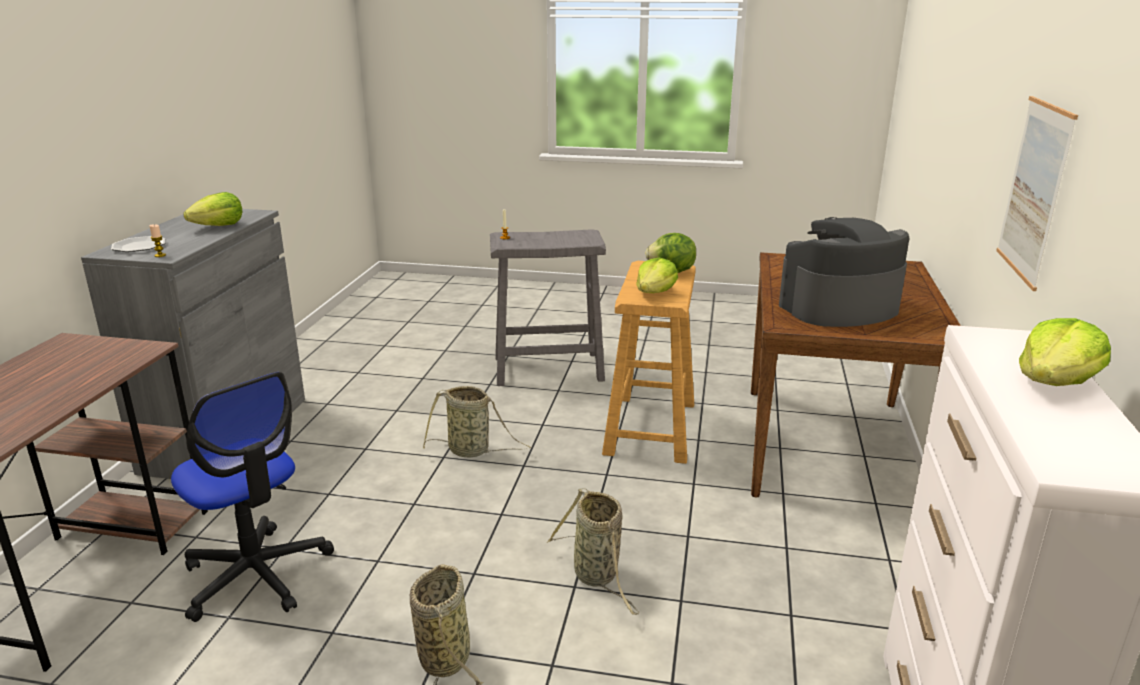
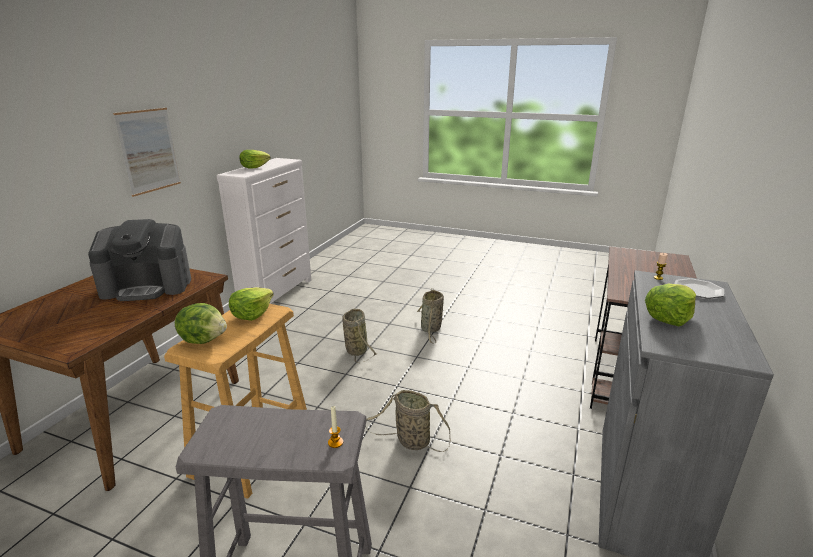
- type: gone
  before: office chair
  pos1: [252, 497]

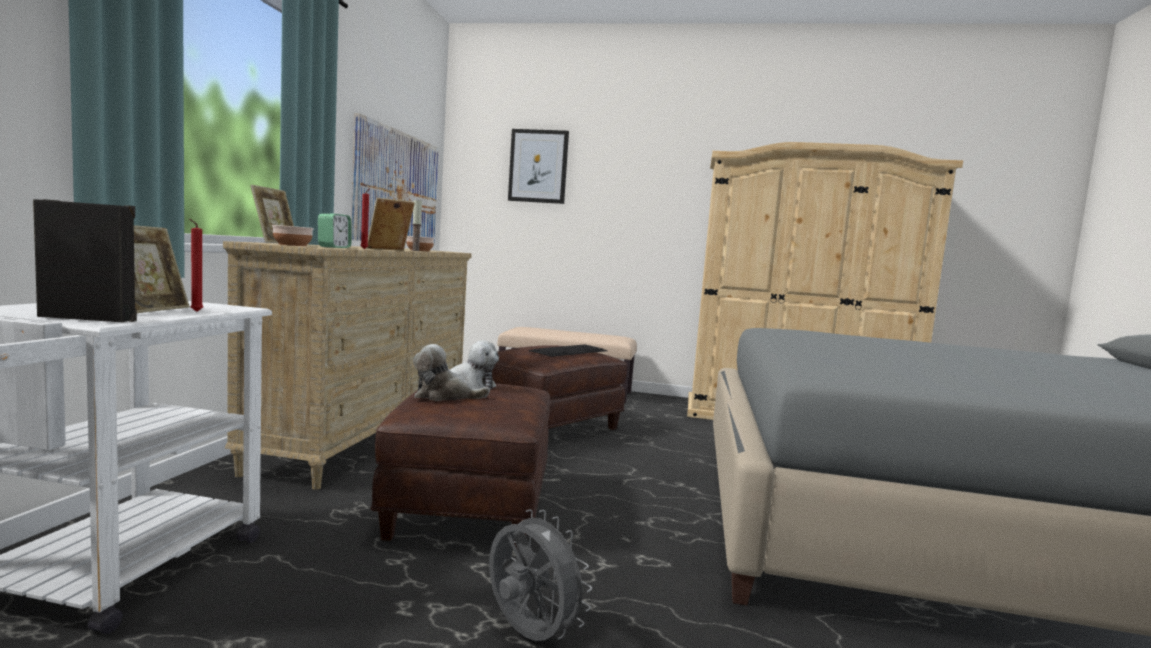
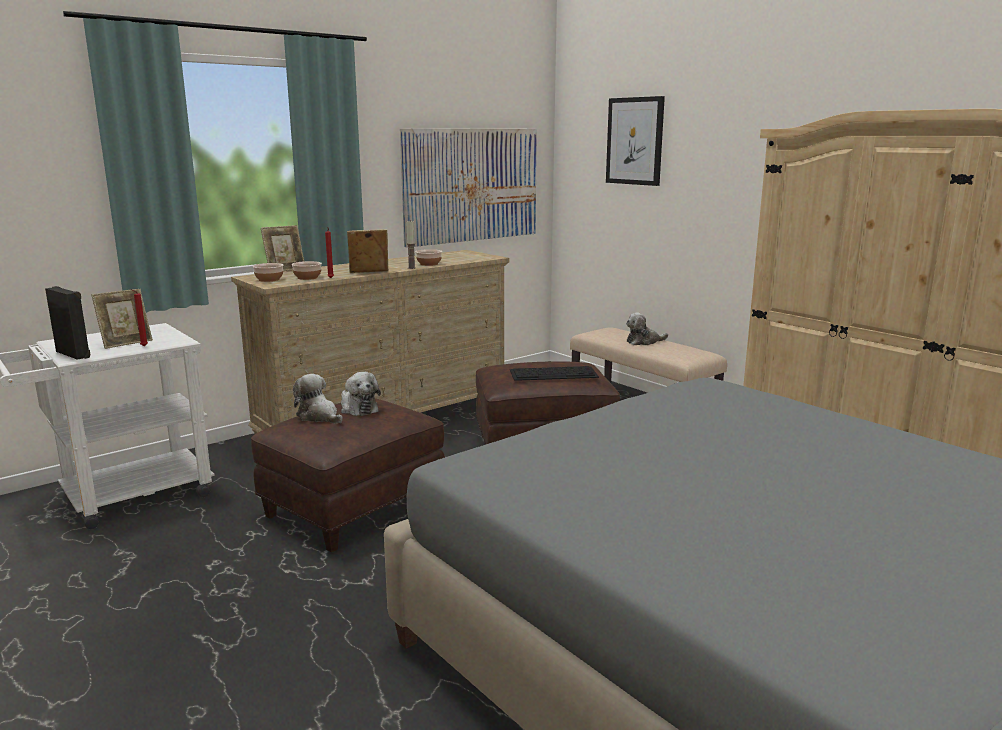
- type: swapped
  before: alarm clock
  after: bowl
  pos1: [335, 230]
  pos2: [307, 270]
- type: gone
  before: grey fan
  pos1: [540, 575]
- type: new
  after: plush toy
  pos2: [647, 329]

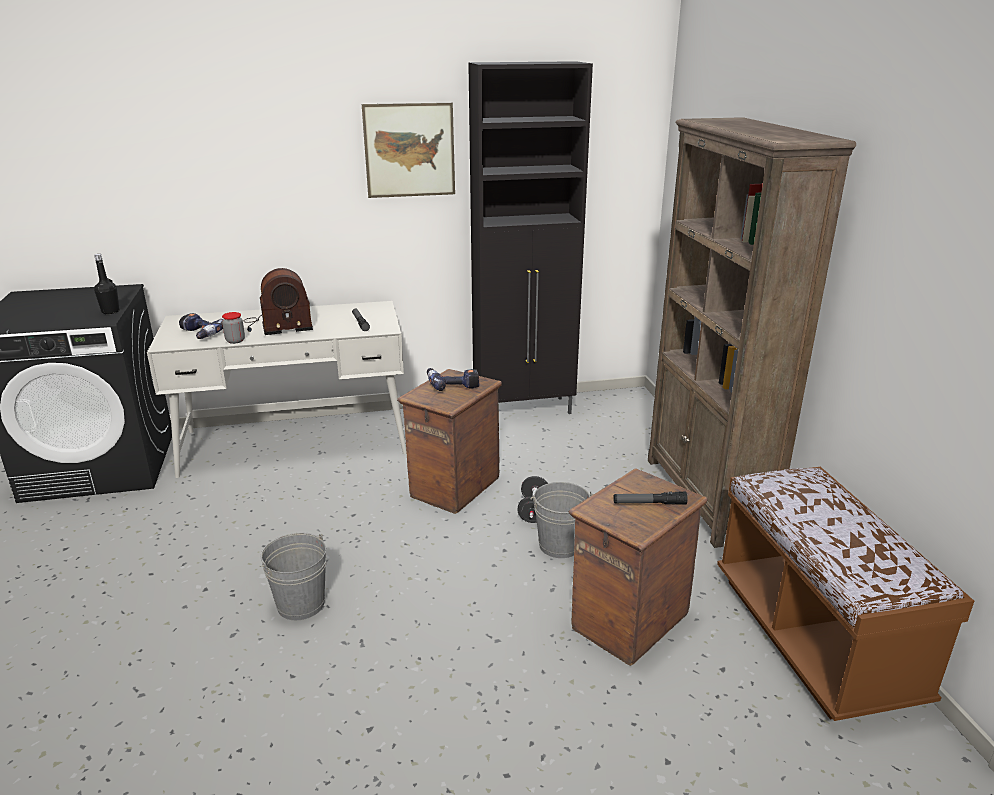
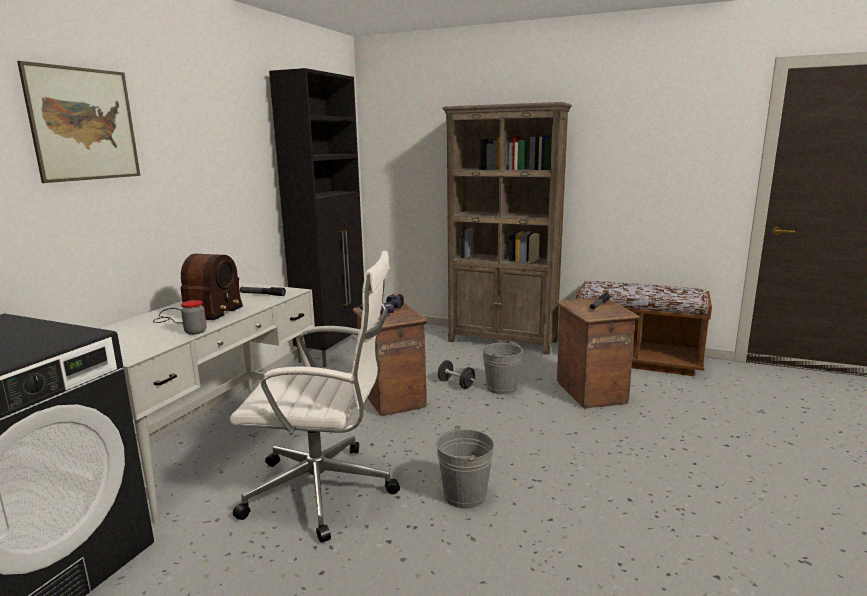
- type: shifted
  before: picture
  pos1: [408, 150]
  pos2: [78, 122]
- type: gone
  before: black bottle
  pos1: [107, 284]
- type: gone
  before: power drill
  pos1: [201, 326]
- type: new
  after: white office chair
  pos2: [315, 396]

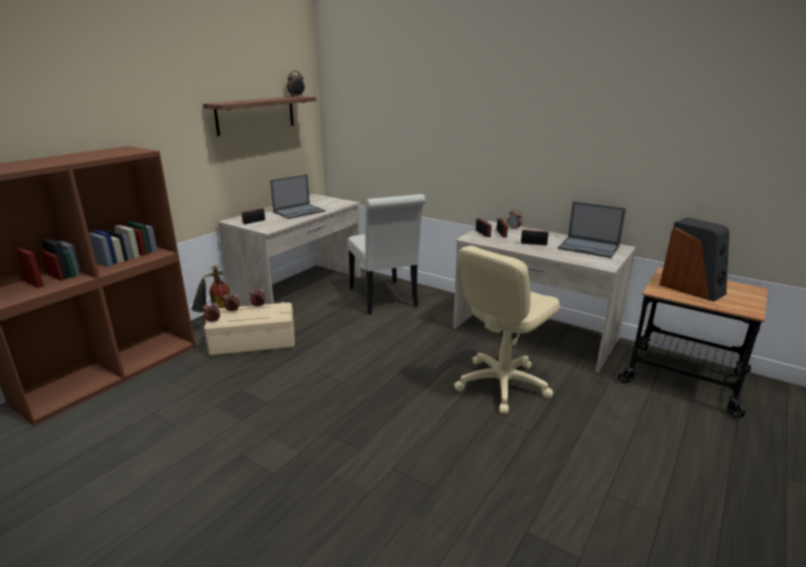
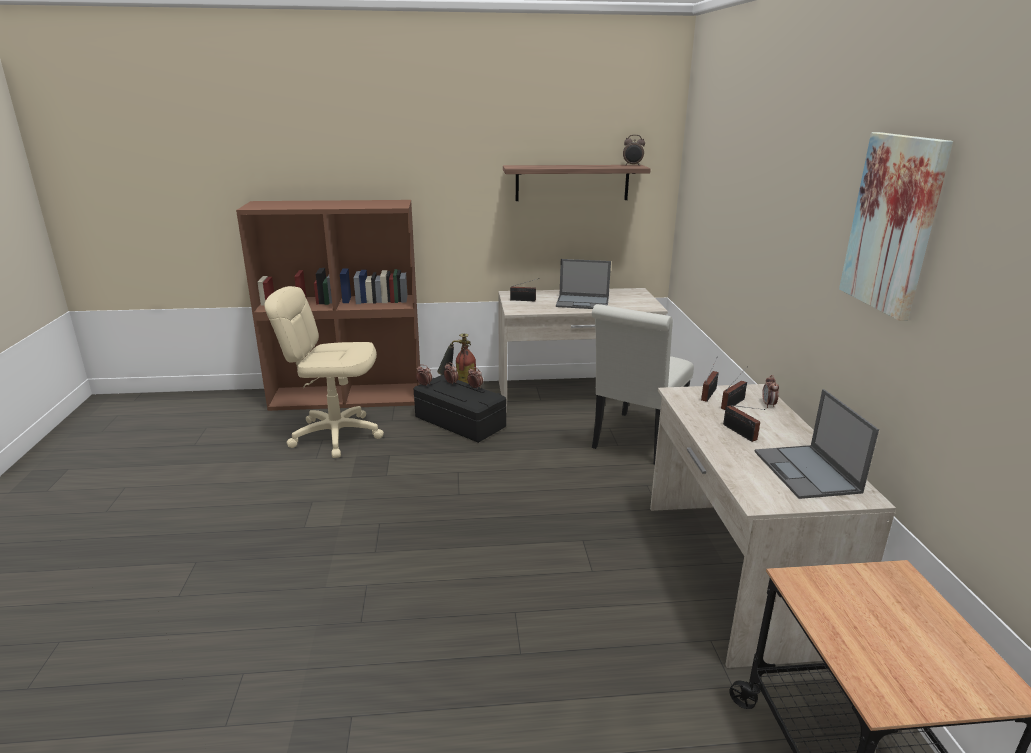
- type: gone
  before: speaker
  pos1: [694, 259]
- type: shifted
  before: beige office chair
  pos1: [507, 330]
  pos2: [324, 372]
- type: repainted
  before: beige storage box
  after: black storage box
  pos1: [249, 329]
  pos2: [460, 409]
- type: new
  after: picture
  pos2: [896, 226]

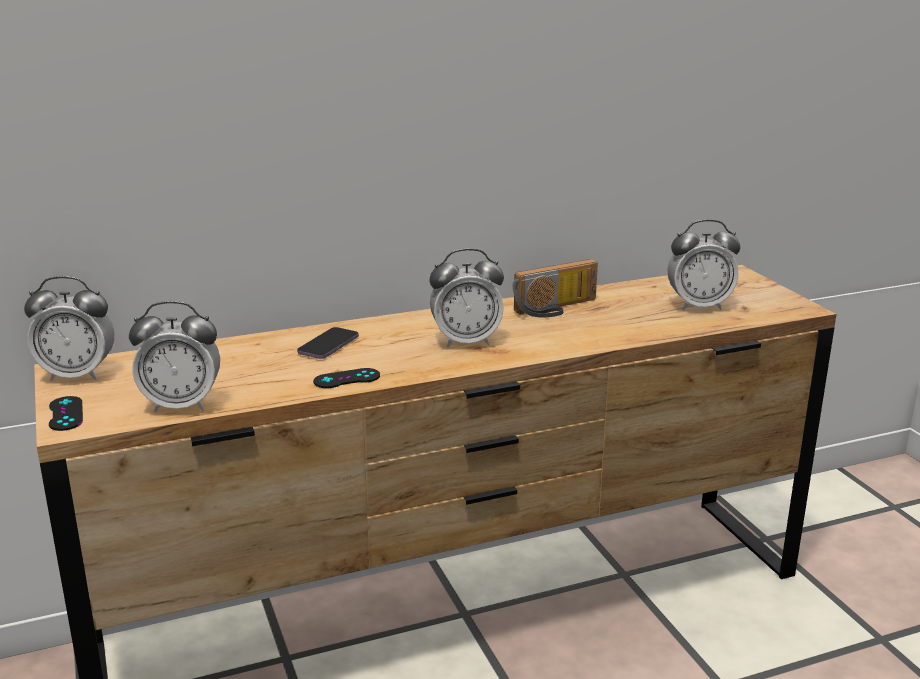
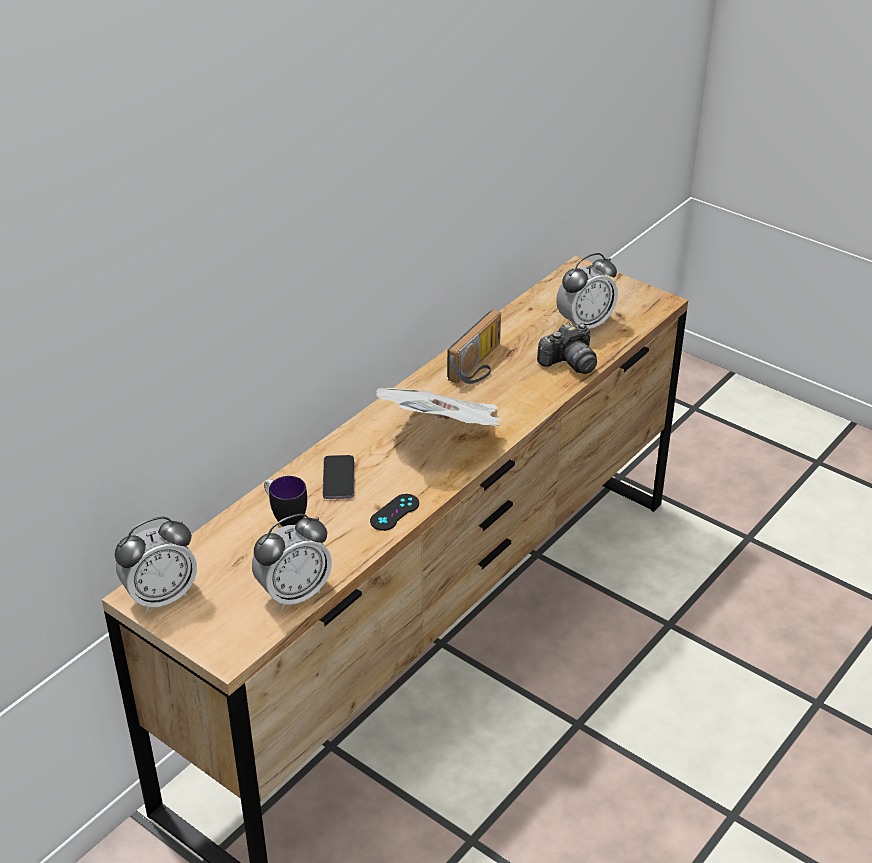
- type: swapped
  before: alarm clock
  after: newspaper
  pos1: [467, 298]
  pos2: [439, 407]
- type: gone
  before: black game controller
  pos1: [66, 413]
- type: new
  after: photo camera
  pos2: [567, 348]
- type: new
  after: mug
  pos2: [285, 501]

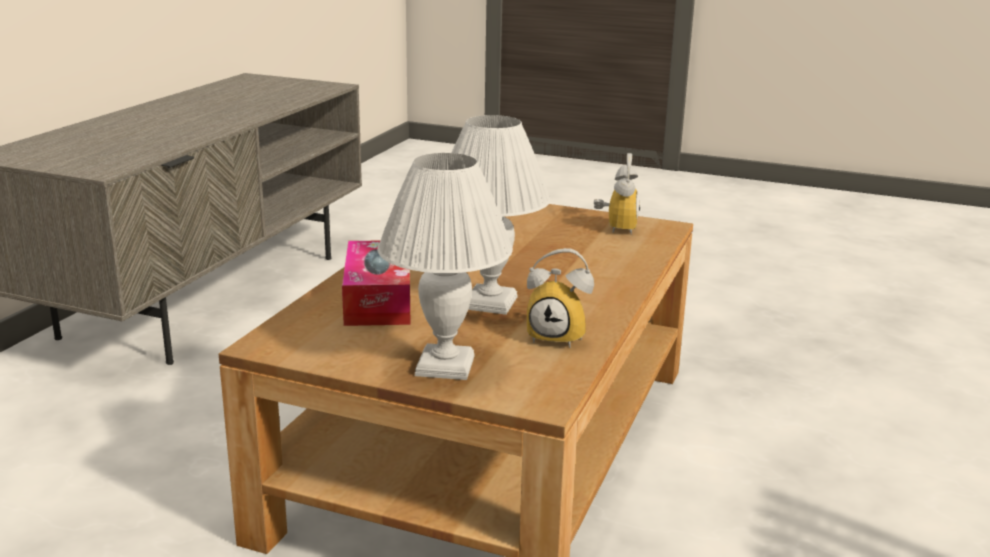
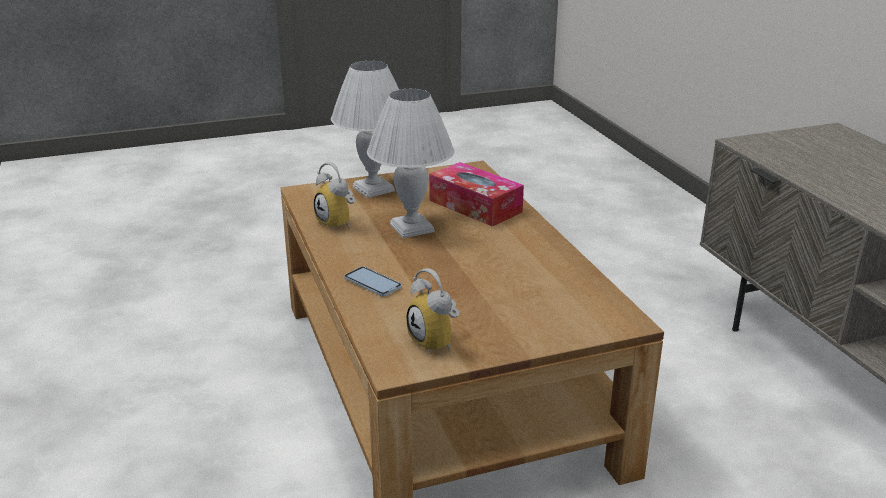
- type: rotated
  before: alarm clock
  pos1: [560, 298]
  pos2: [334, 196]
  turn: -105
- type: new
  after: phone
  pos2: [373, 281]

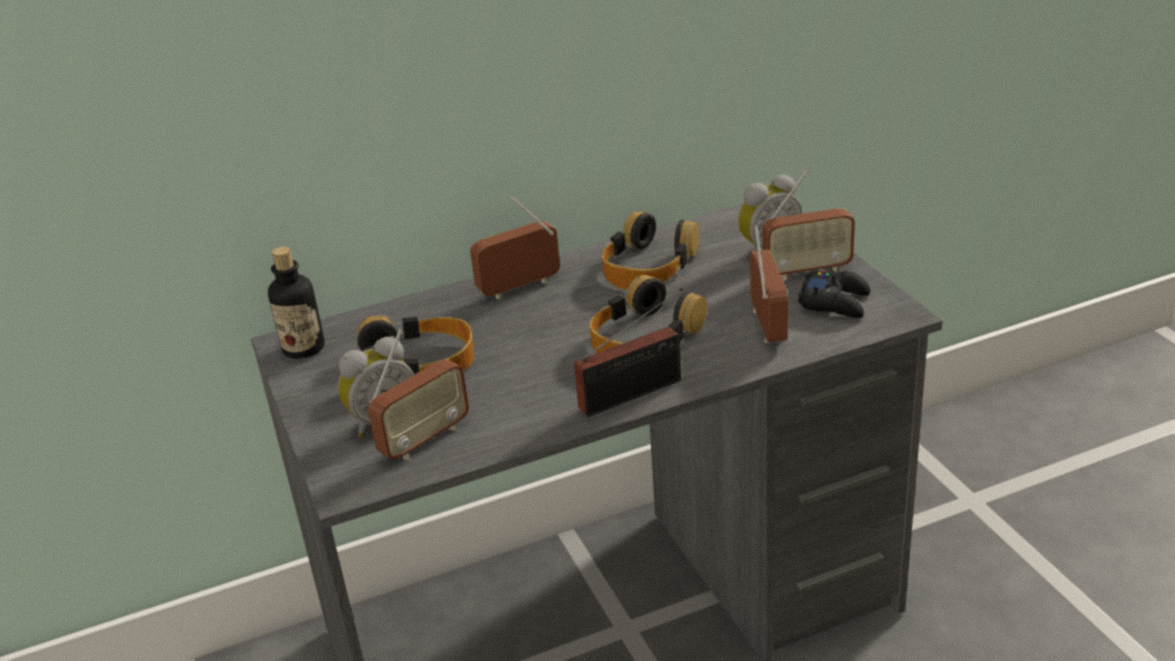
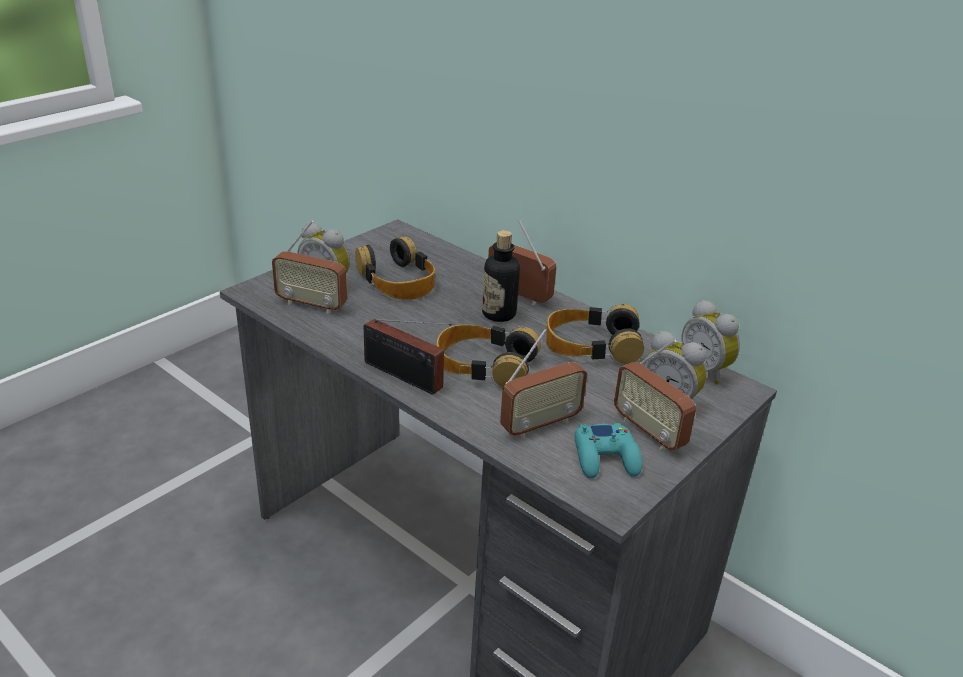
- type: shifted
  before: bottle
  pos1: [296, 302]
  pos2: [501, 276]
- type: repainted
  before: black game controller
  after: turquoise game controller
  pos1: [834, 294]
  pos2: [608, 451]
- type: new
  after: alarm clock
  pos2: [711, 342]

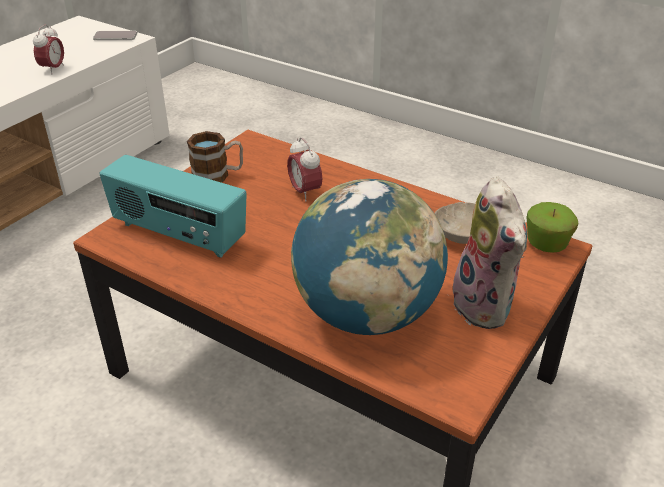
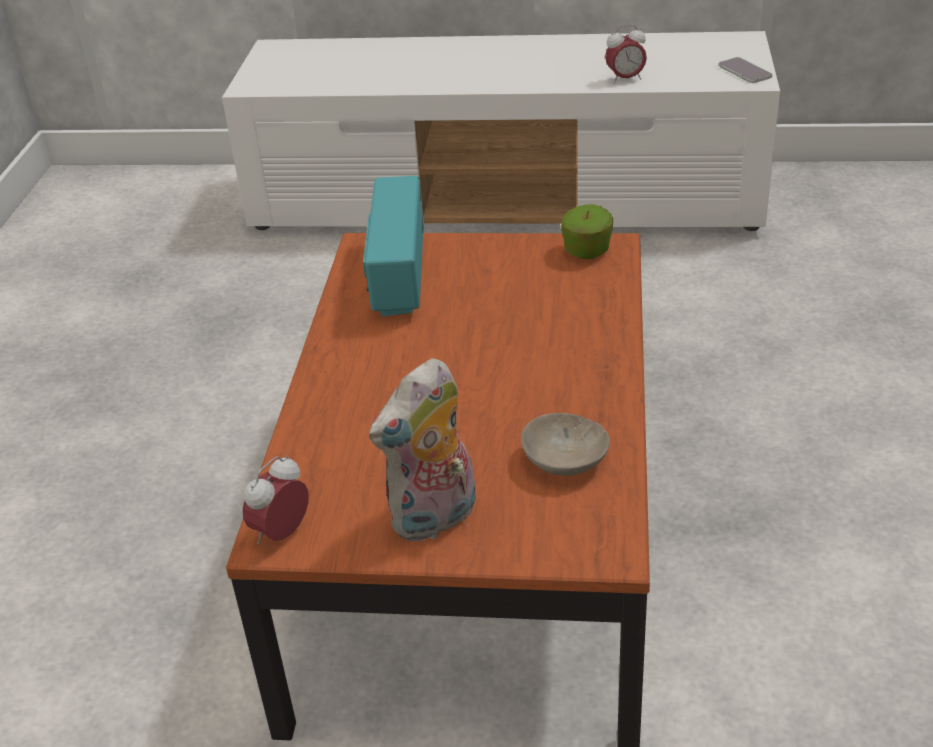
- type: gone
  before: mug
  pos1: [215, 157]
- type: shifted
  before: alarm clock
  pos1: [304, 169]
  pos2: [276, 499]
- type: gone
  before: globe
  pos1: [369, 257]
- type: shifted
  before: apple
  pos1: [552, 227]
  pos2: [587, 231]

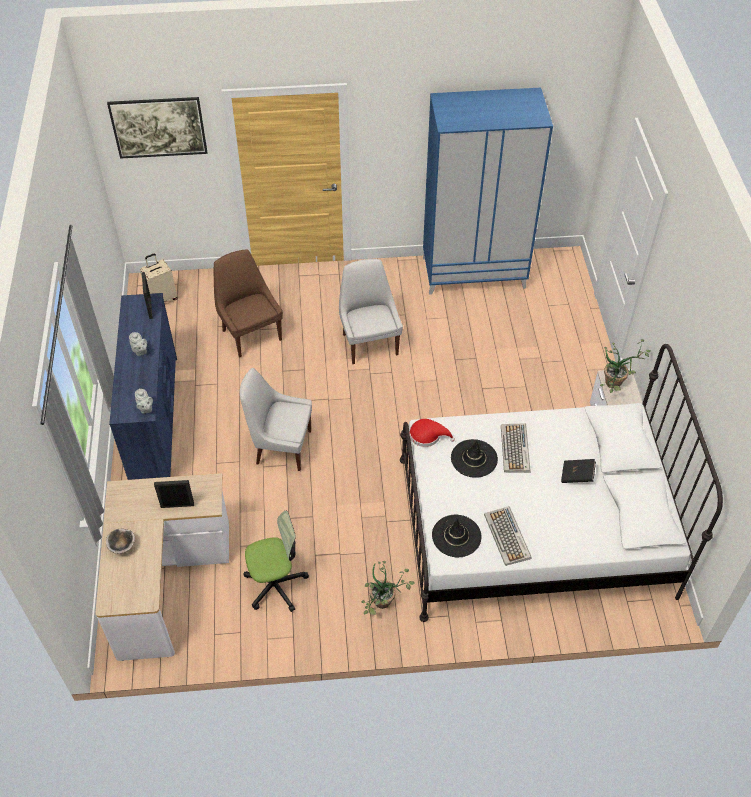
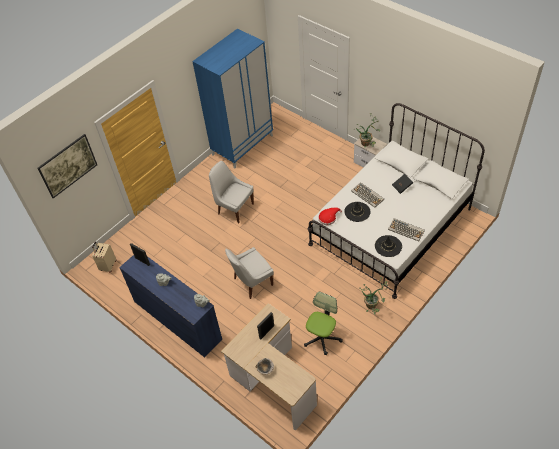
- type: gone
  before: brown chair
  pos1: [248, 303]

